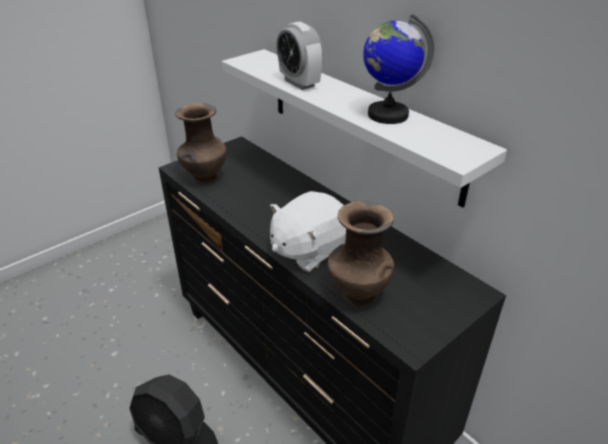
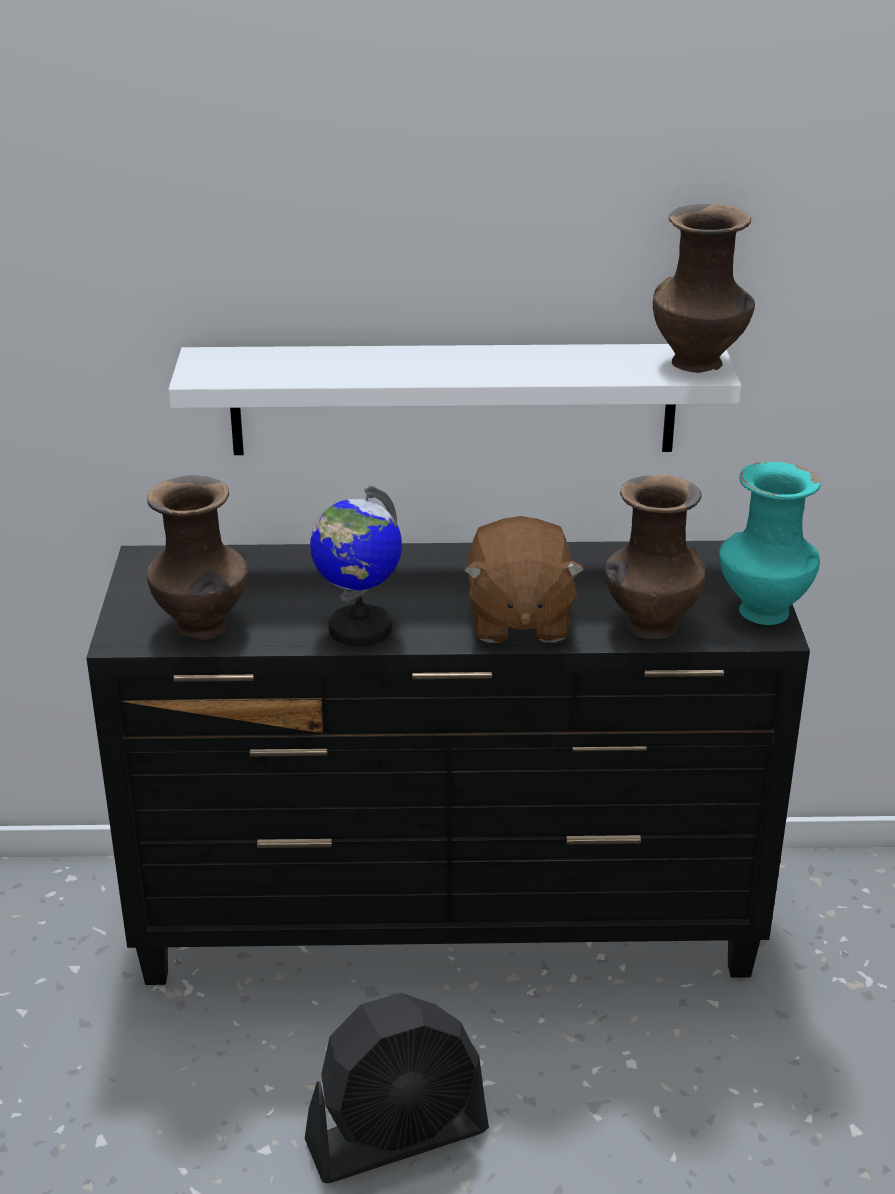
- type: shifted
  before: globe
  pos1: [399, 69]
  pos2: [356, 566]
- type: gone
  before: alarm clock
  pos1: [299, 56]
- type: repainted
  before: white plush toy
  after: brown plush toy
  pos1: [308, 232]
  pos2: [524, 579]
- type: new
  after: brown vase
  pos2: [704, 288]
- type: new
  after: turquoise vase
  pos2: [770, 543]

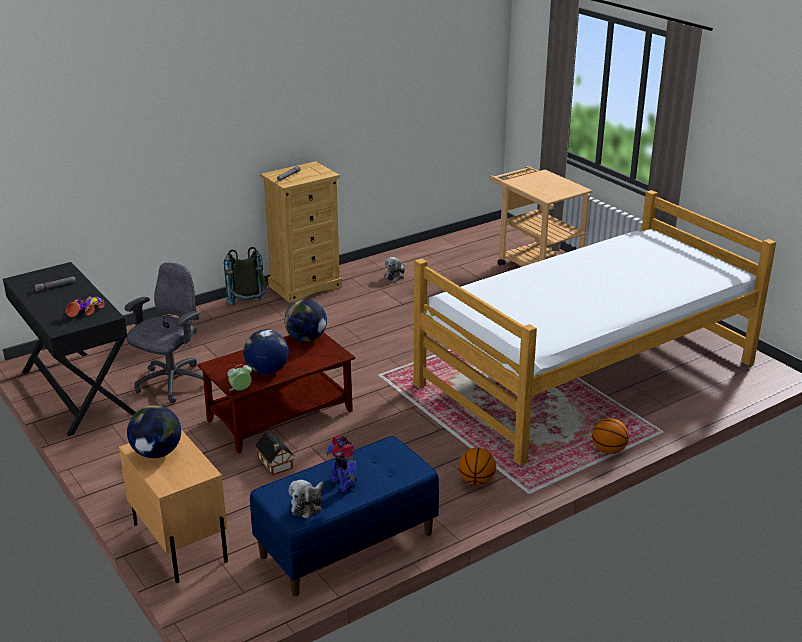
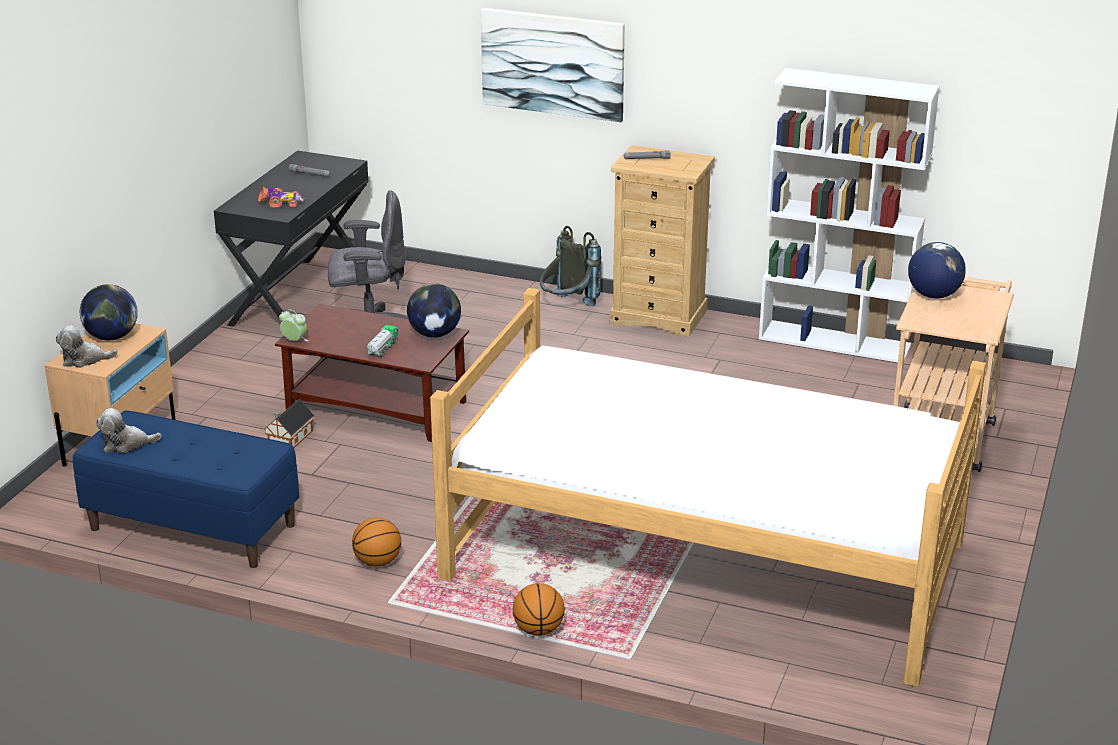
- type: shifted
  before: plush toy
  pos1: [395, 269]
  pos2: [87, 346]
- type: shifted
  before: globe
  pos1: [266, 351]
  pos2: [937, 270]
- type: gone
  before: toy robot
  pos1: [341, 463]
- type: new
  after: picture
  pos2: [553, 65]
- type: new
  after: white bookcase
  pos2: [849, 215]
- type: new
  after: toy truck
  pos2: [382, 341]

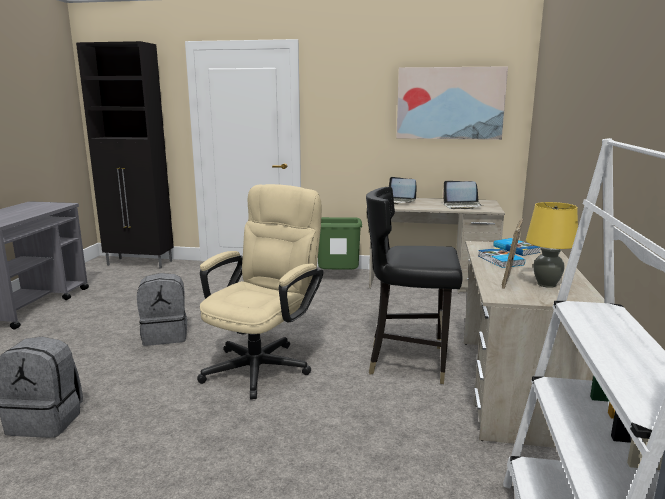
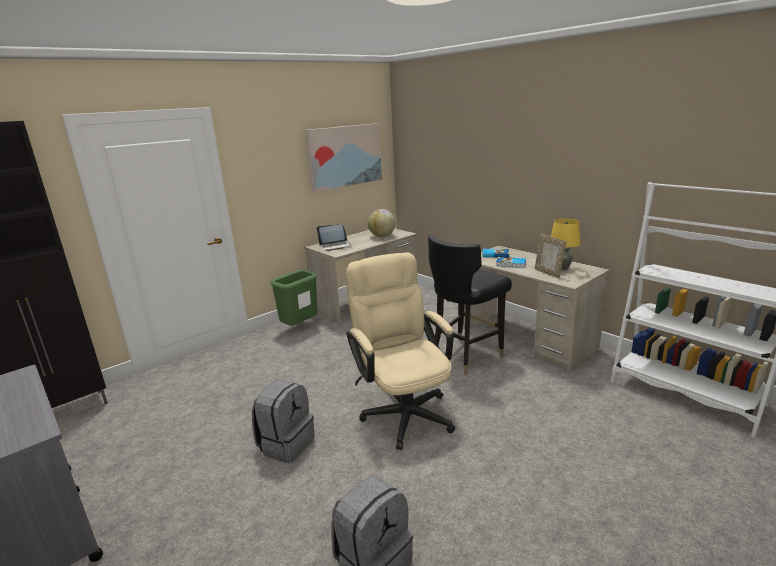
- type: swapped
  before: laptop
  after: globe
  pos1: [463, 195]
  pos2: [382, 223]

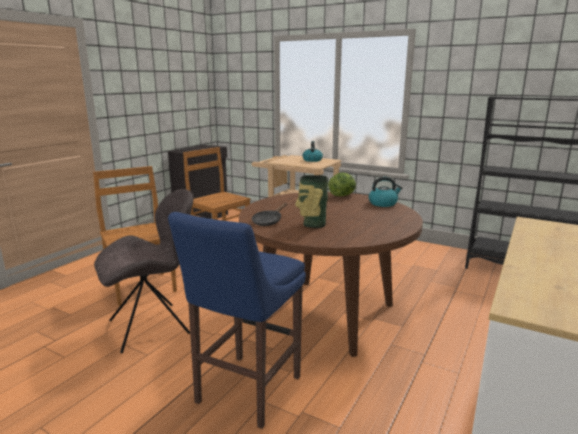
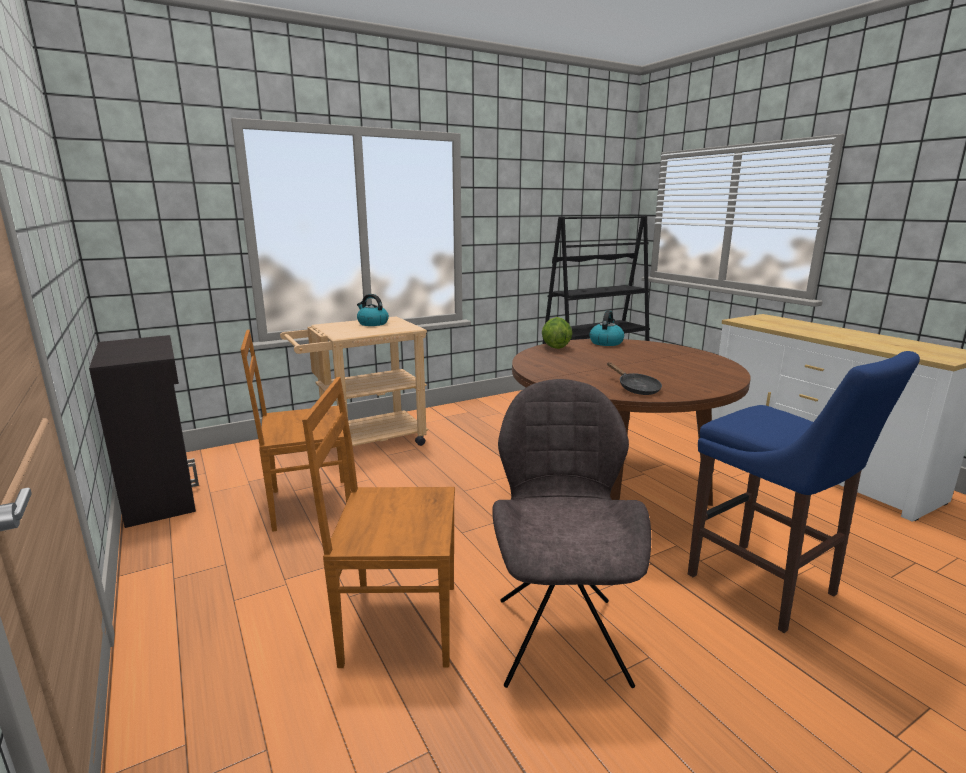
- type: gone
  before: vase
  pos1: [311, 201]

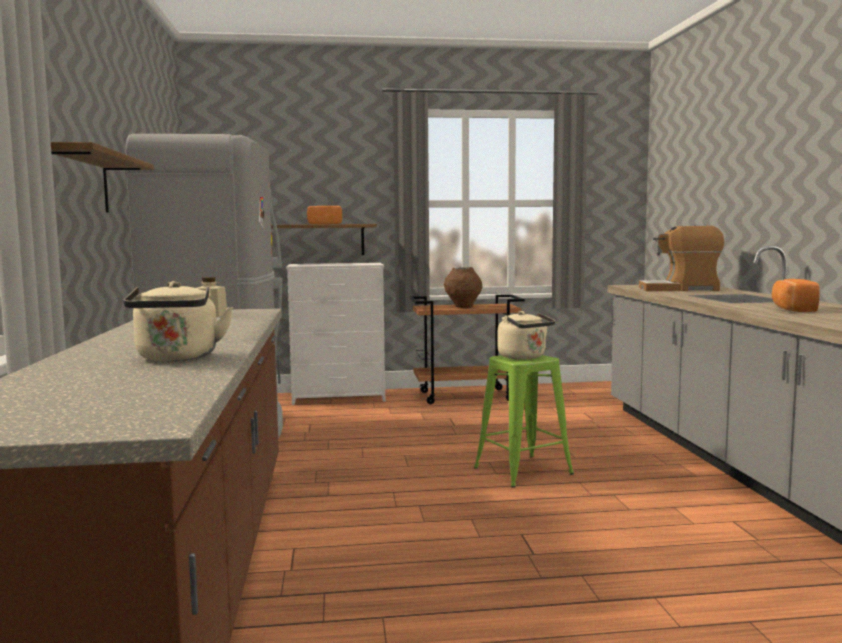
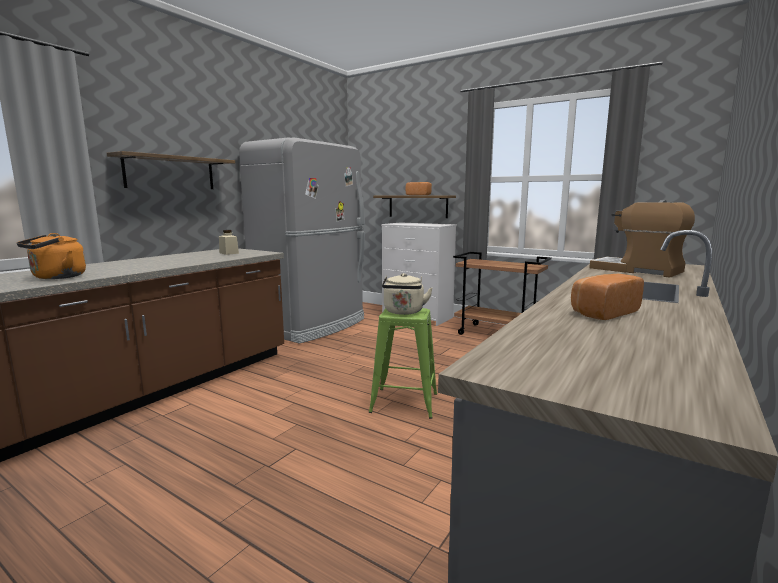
- type: gone
  before: brown vase
  pos1: [463, 287]
- type: repainted
  before: beige kettle
  after: orange kettle
  pos1: [178, 321]
  pos2: [51, 256]

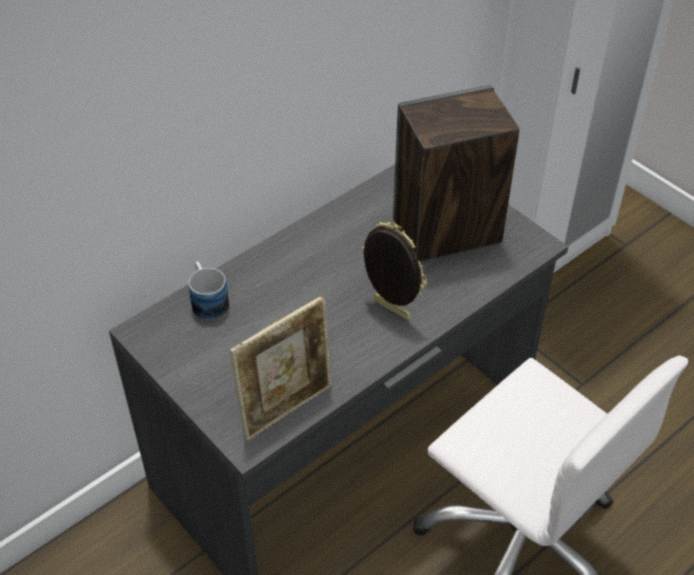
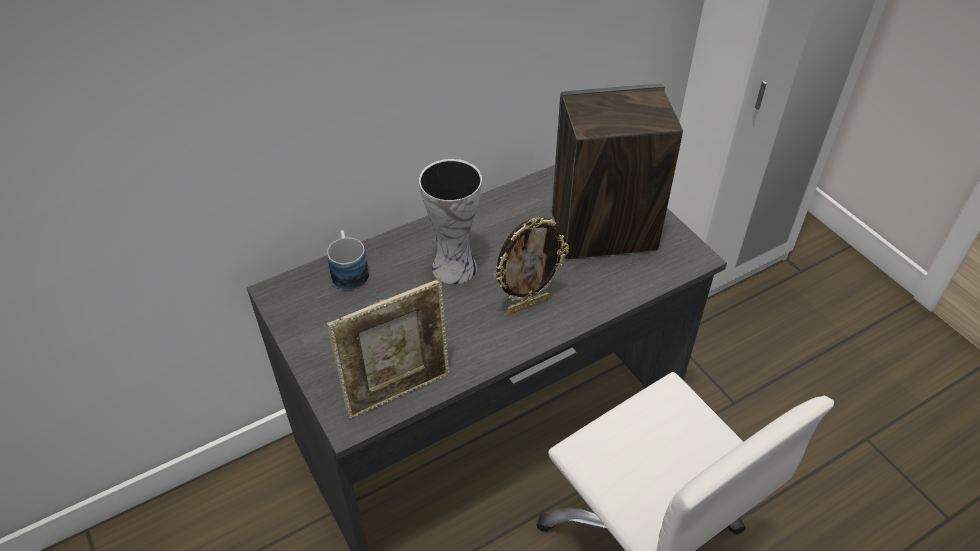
- type: rotated
  before: picture frame
  pos1: [394, 270]
  pos2: [531, 265]
  turn: 105
- type: new
  after: vase
  pos2: [450, 222]

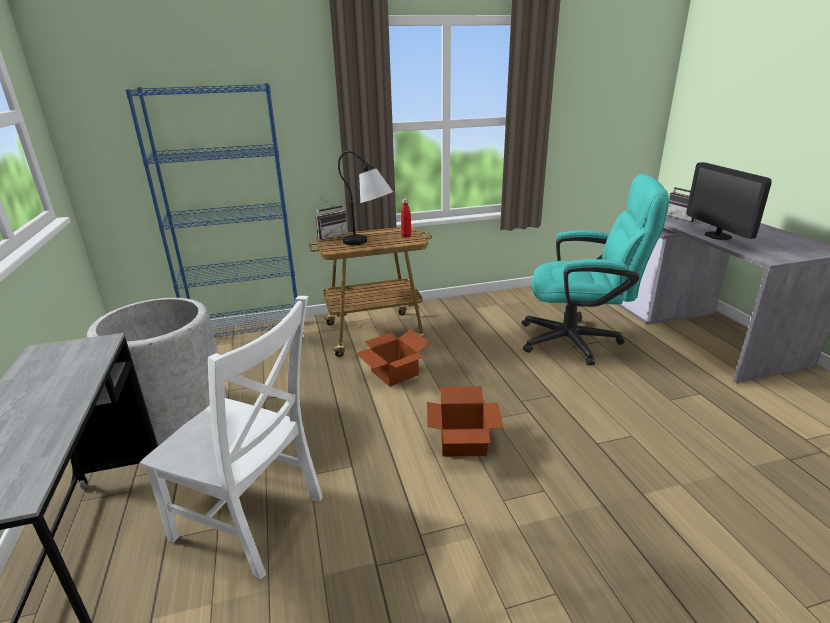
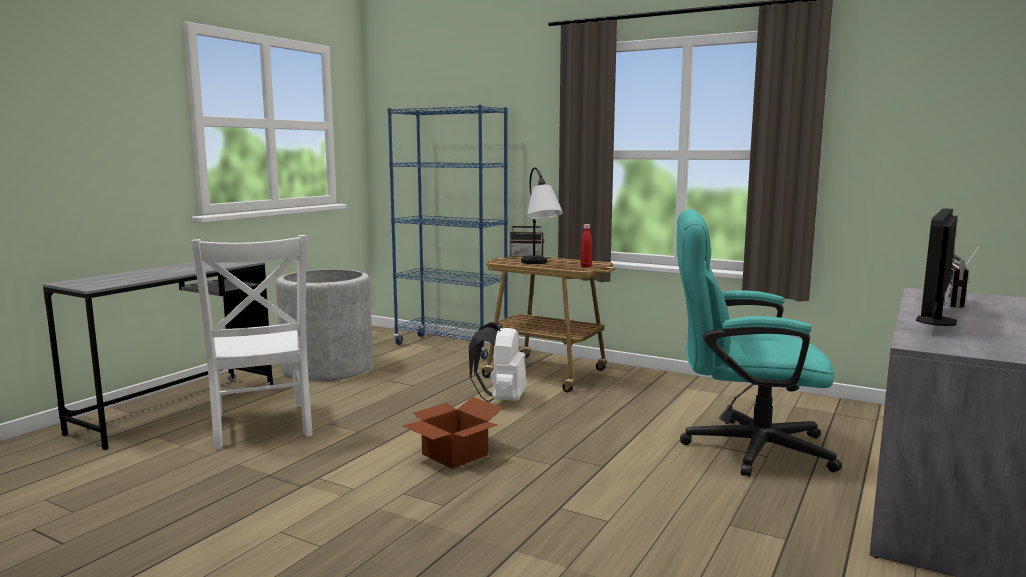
- type: rotated
  before: turquoise office chair
  pos1: [595, 270]
  pos2: [759, 343]
  turn: 135
- type: swapped
  before: cardboard box
  after: white backpack
  pos1: [393, 358]
  pos2: [498, 362]

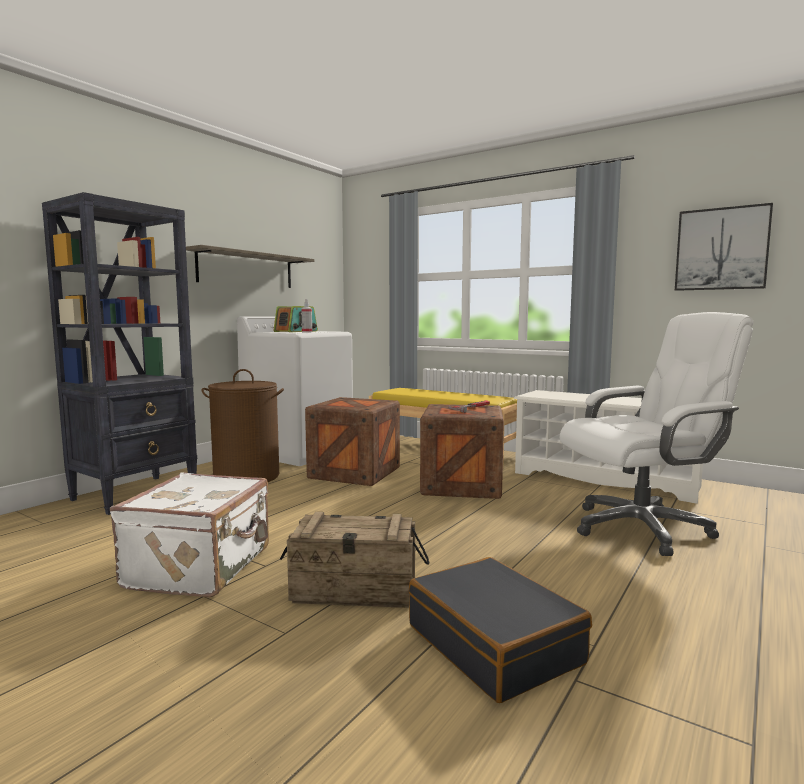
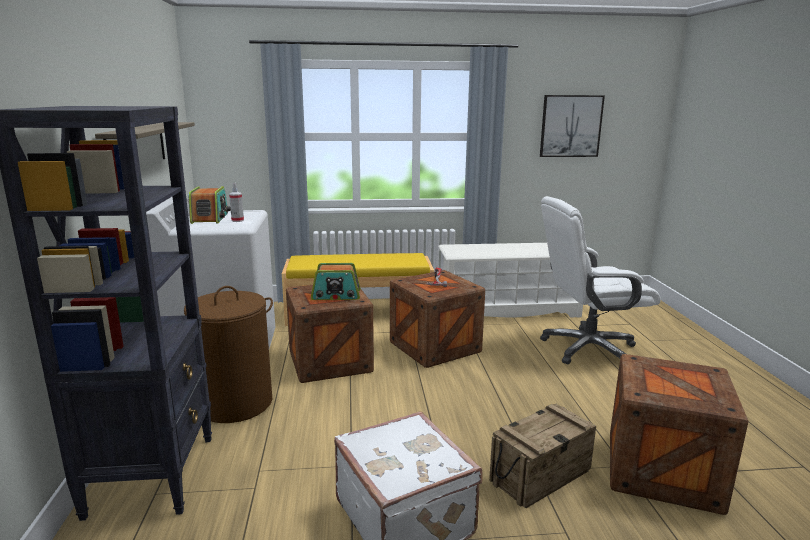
- type: rotated
  before: white office chair
  pos1: [657, 434]
  pos2: [600, 280]
  turn: -135
- type: swapped
  before: black suitcase
  after: crate
  pos1: [500, 630]
  pos2: [679, 434]
- type: new
  after: radio
  pos2: [336, 281]

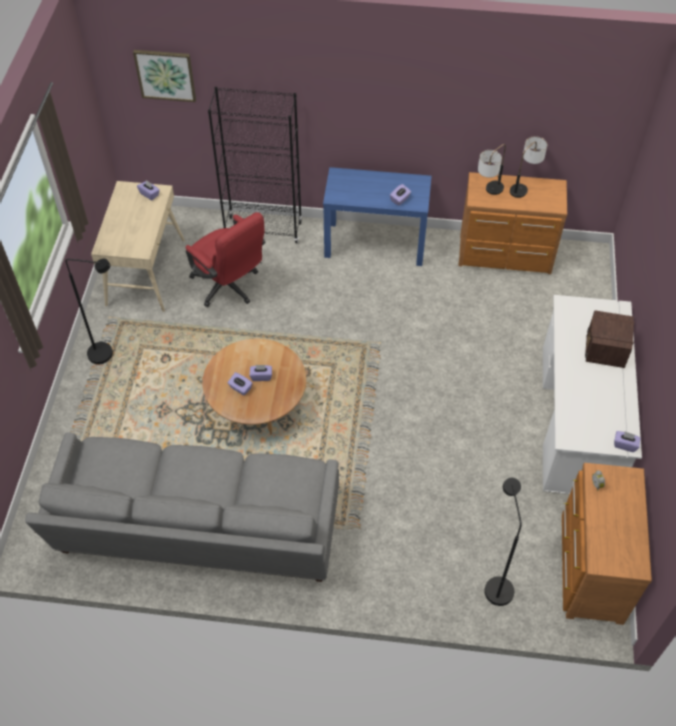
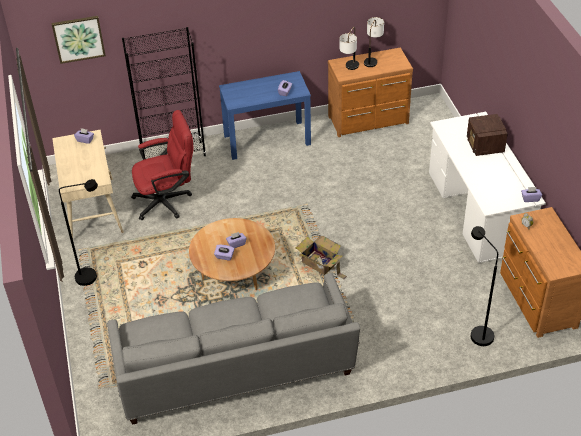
- type: rotated
  before: red office chair
  pos1: [226, 259]
  pos2: [162, 165]
  turn: -45
- type: new
  after: cardboard box
  pos2: [321, 257]

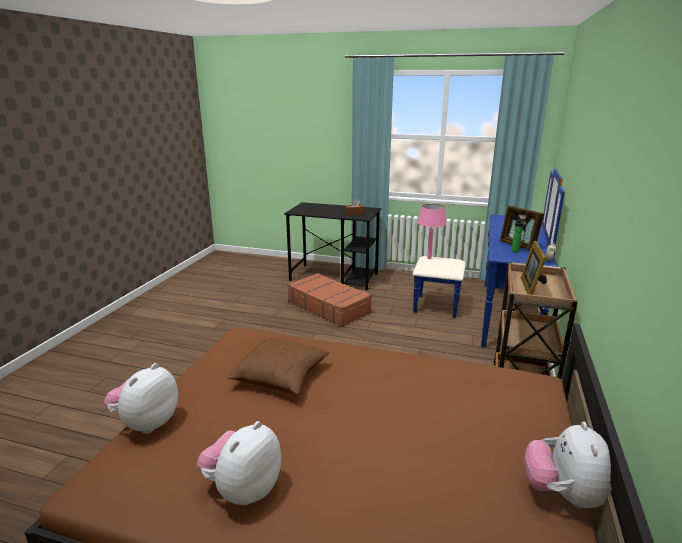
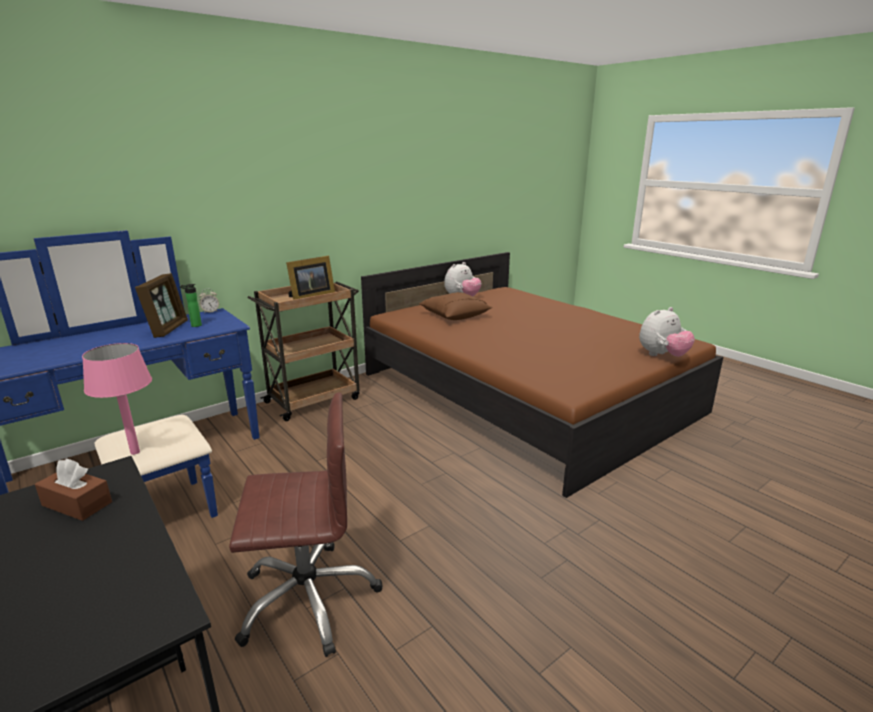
- type: swapped
  before: brown suitcase
  after: brown office chair
  pos1: [329, 300]
  pos2: [306, 524]
- type: shifted
  before: brown pillow
  pos1: [278, 366]
  pos2: [456, 306]
- type: gone
  before: plush toy
  pos1: [239, 463]

